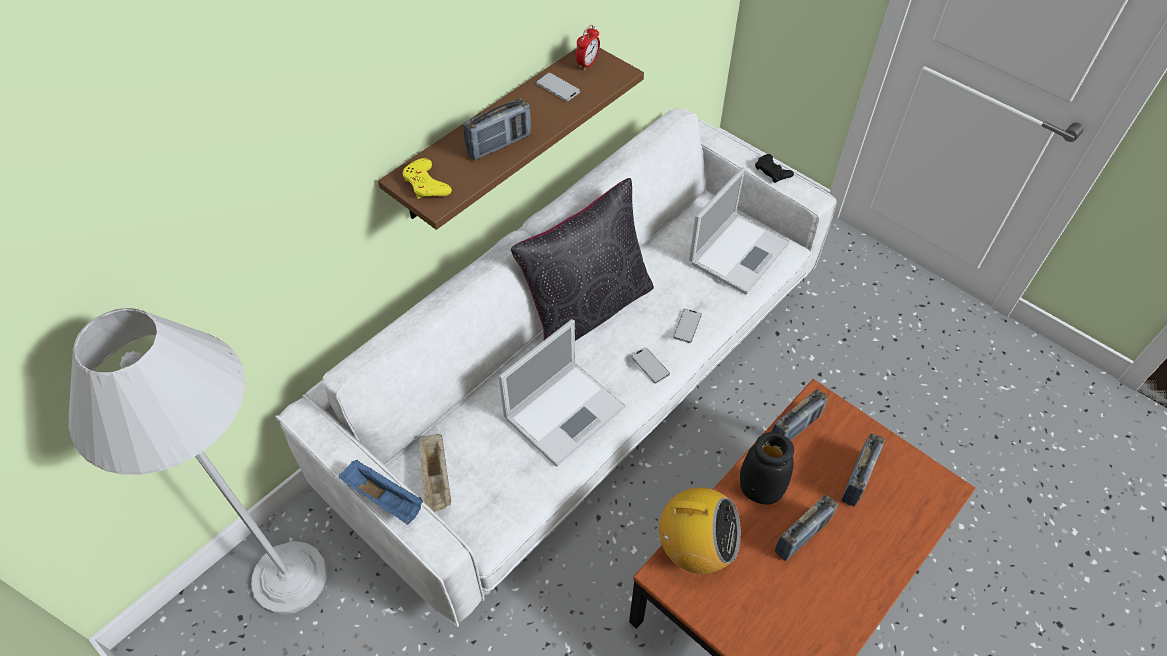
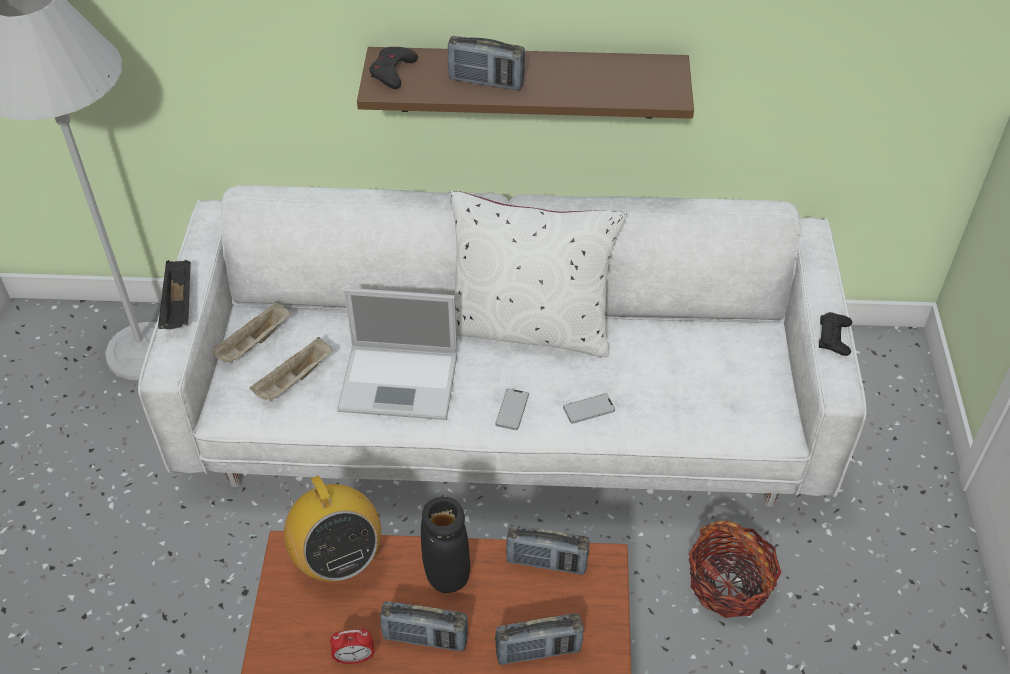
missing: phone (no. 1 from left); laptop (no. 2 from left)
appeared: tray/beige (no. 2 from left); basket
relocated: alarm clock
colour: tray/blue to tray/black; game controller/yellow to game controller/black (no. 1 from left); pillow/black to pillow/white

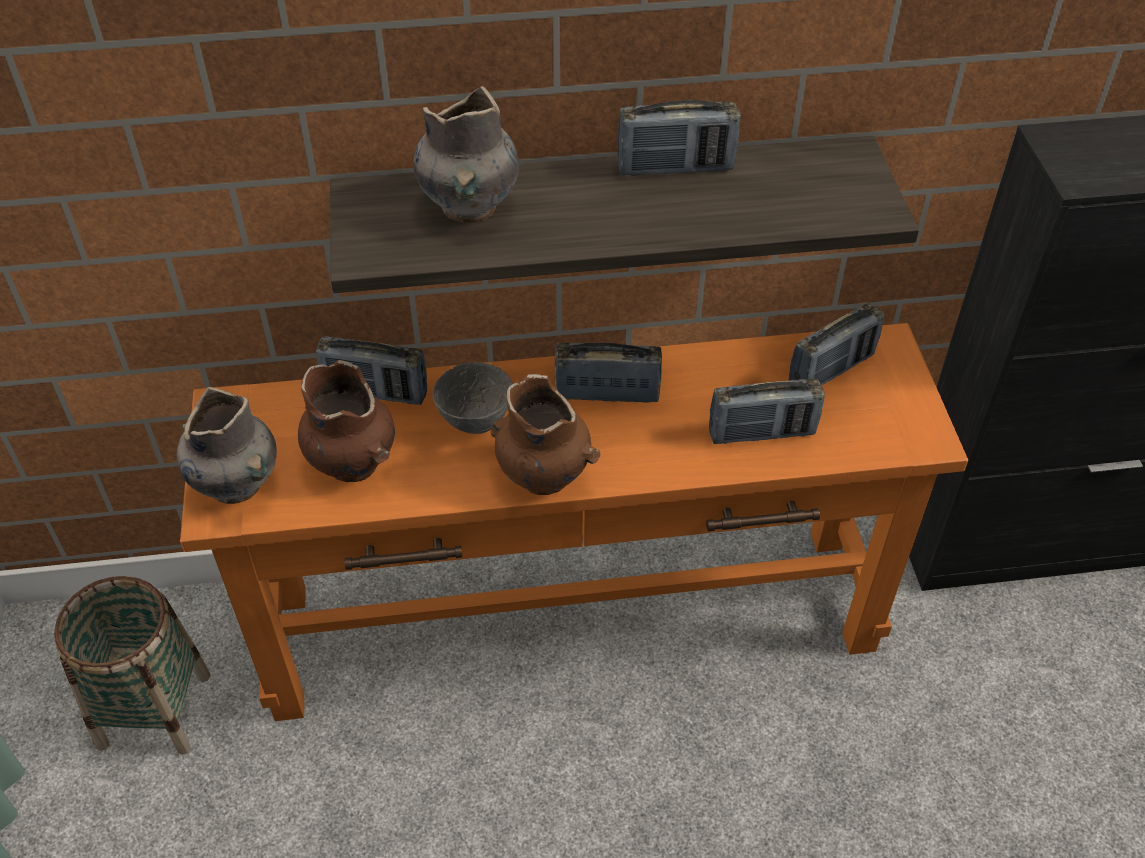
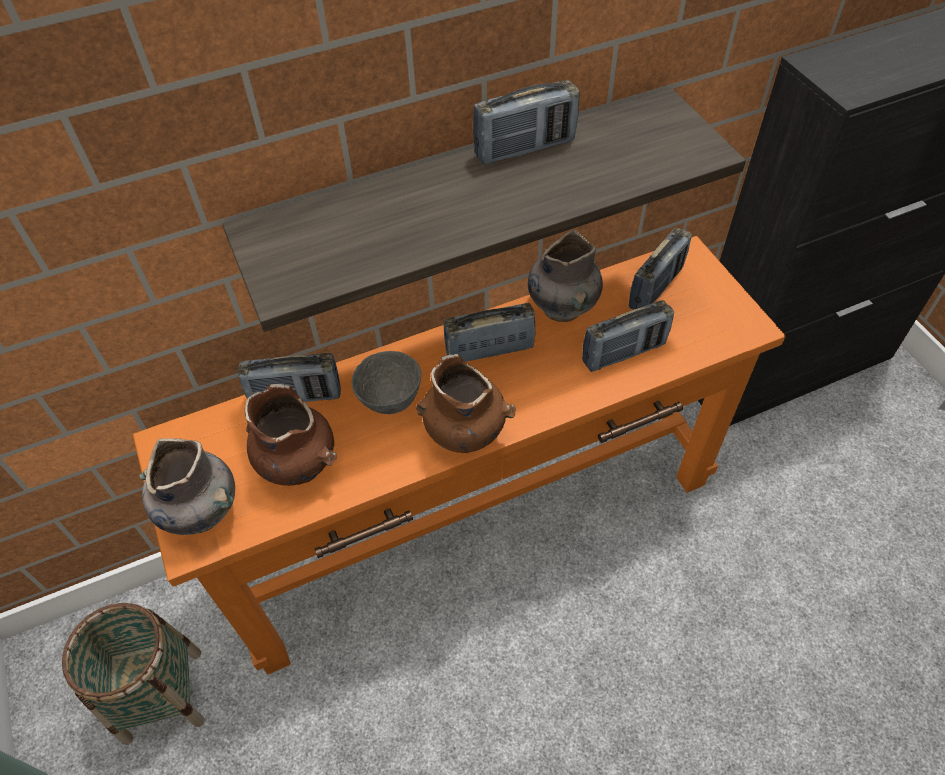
relocated: vase/grey (no. 2 from left)

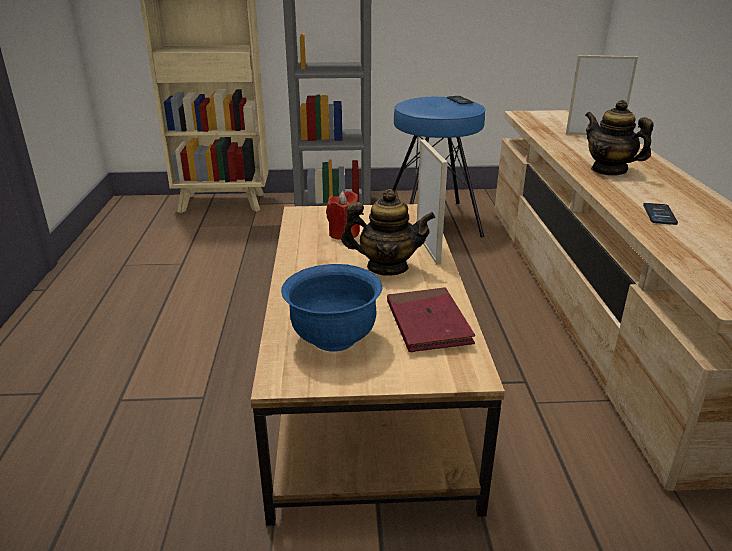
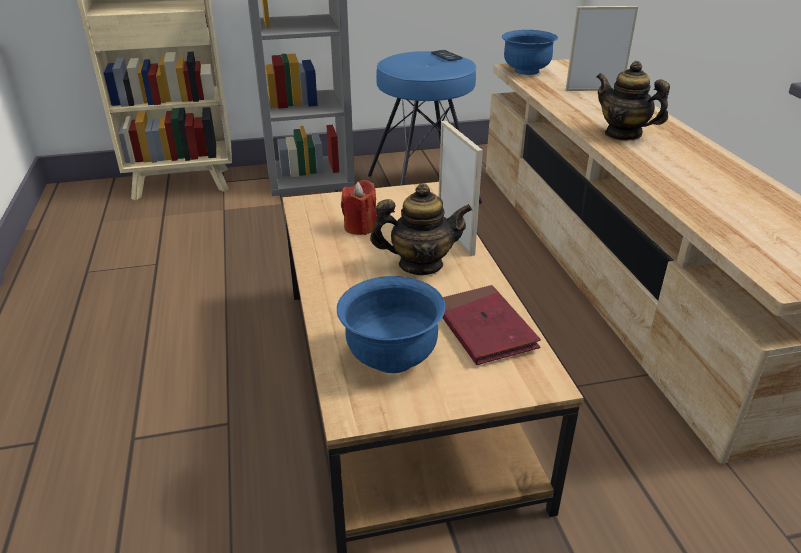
missing: phone (no. 2 from left)
appeared: bowl/blue (no. 2 from left)

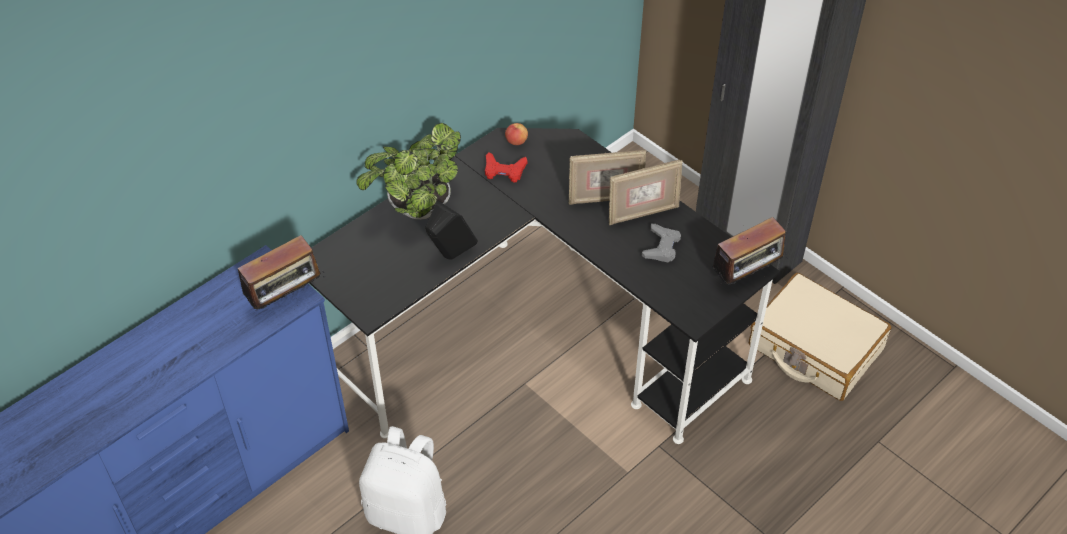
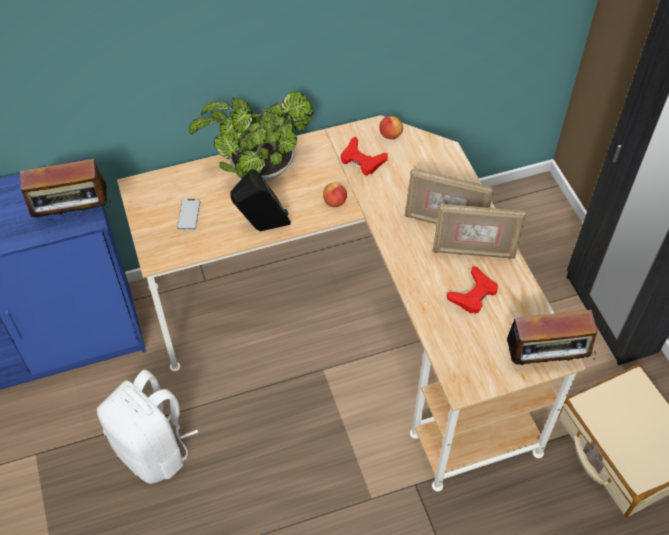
appeared: phone; apple (no. 1 from left)
colour: desk/black to desk/beige; game controller/grey to game controller/red (no. 2 from left)

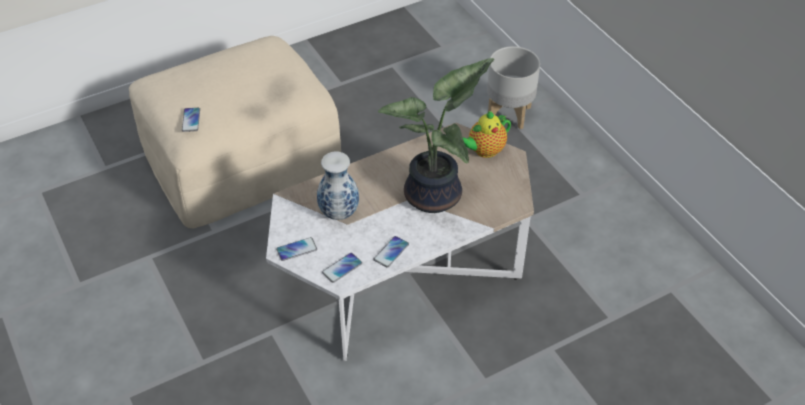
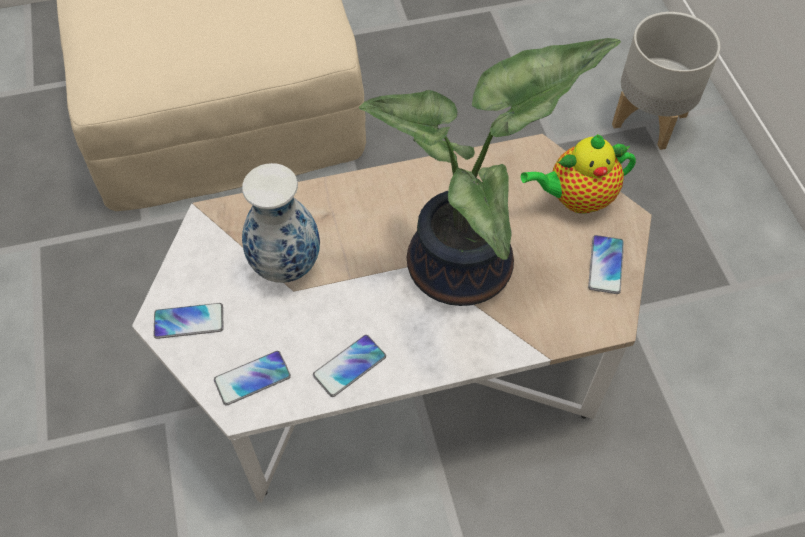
relocated: phone (no. 1 from left in the first image) to phone (no. 4 from left)

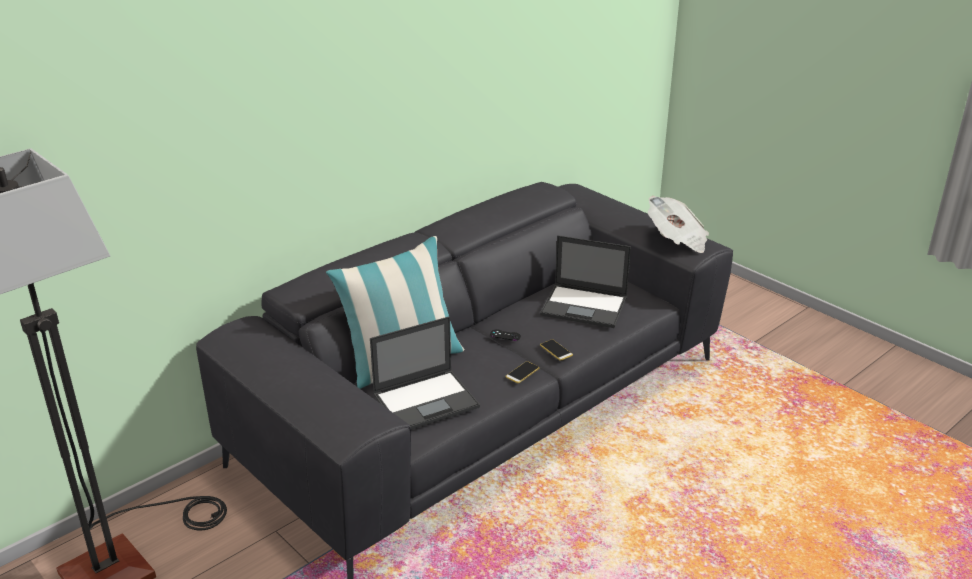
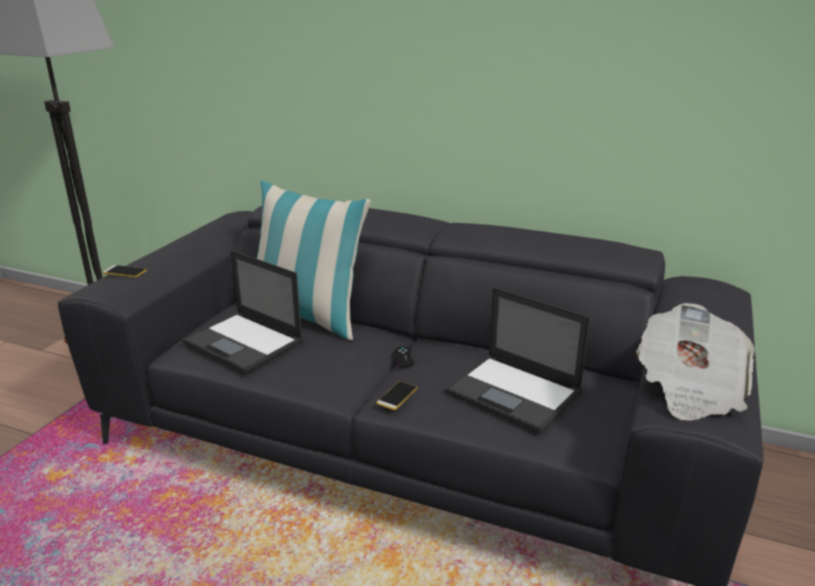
relocated: phone (no. 1 from left)
spun: laptop (no. 2 from left) 45 degrees counterclockwise

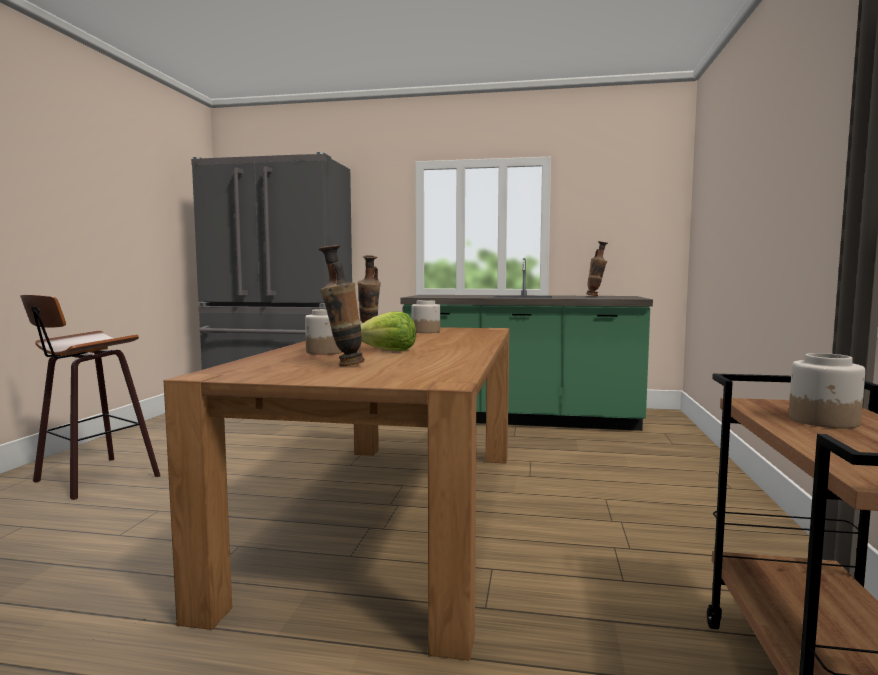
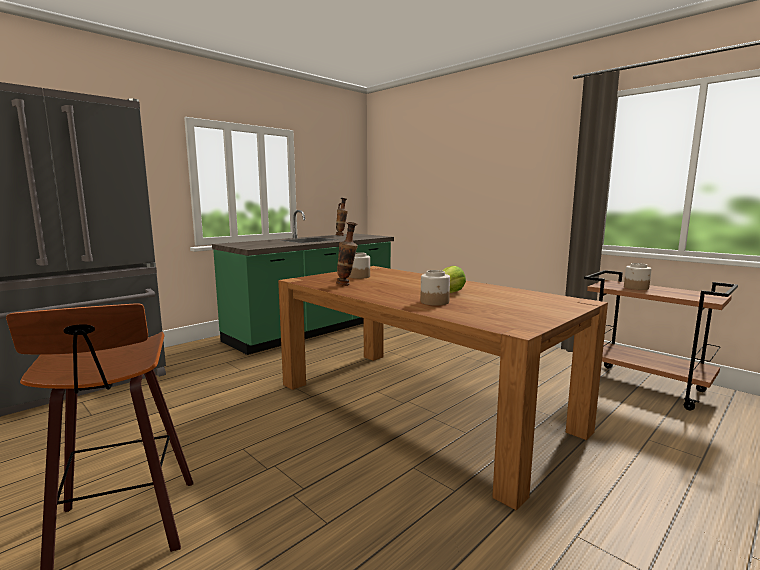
missing: vase (no. 1 from left)

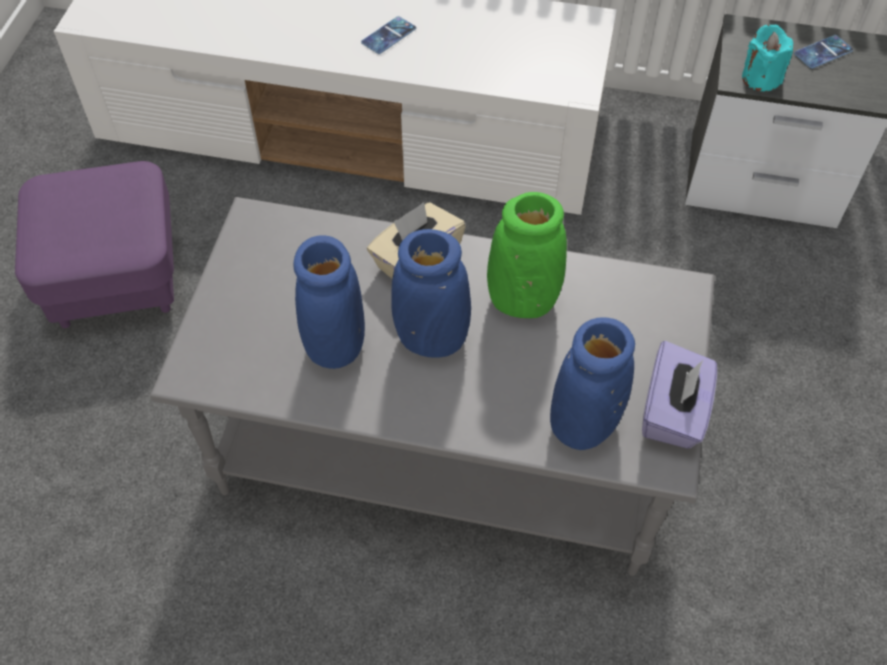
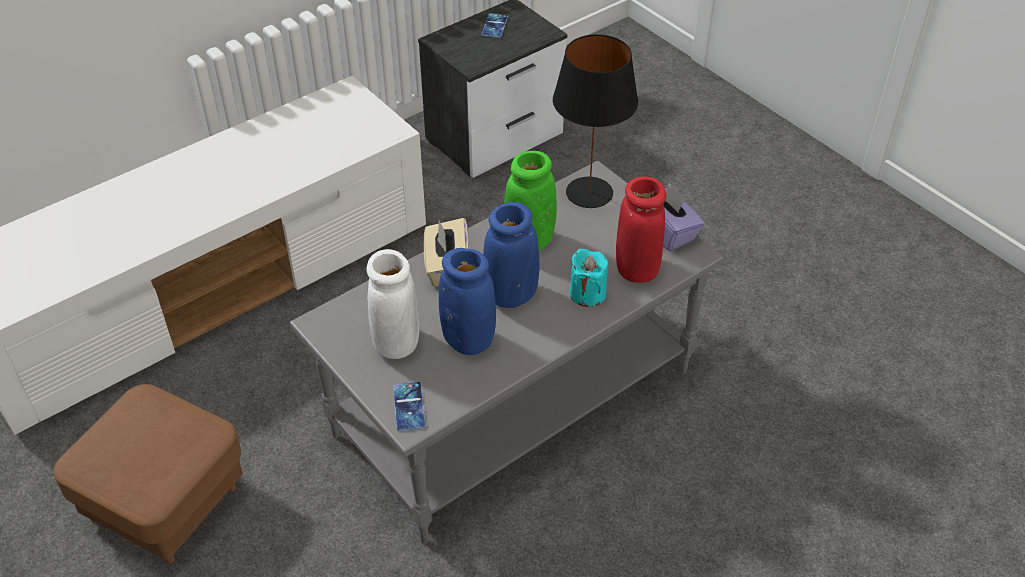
appeared: vase/white; table lamp/black
relocated: phone (no. 1 from left); candle/turquoise
colour: ottoman/purple to ottoman/brown; vase/blue (no. 3 from left) to vase/red

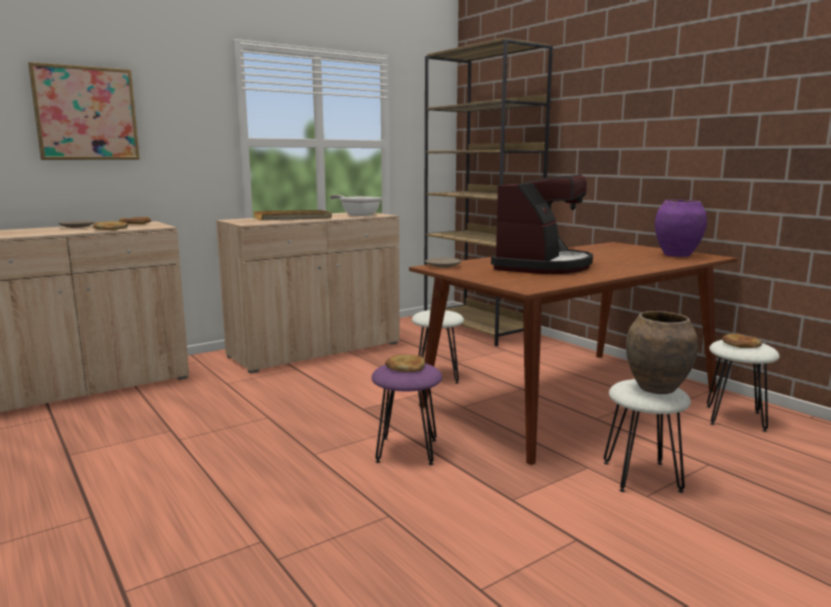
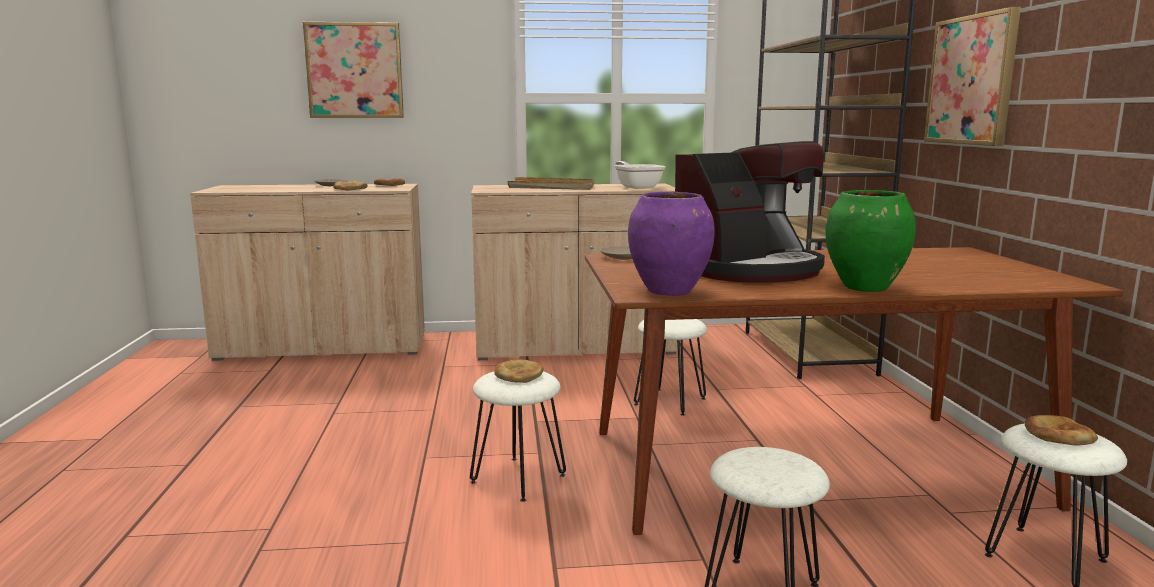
missing: vase/brown
appeared: vase/green; picture (no. 2 from left)
relocated: vase/purple
colour: stool/purple to stool/white (no. 1 from left)

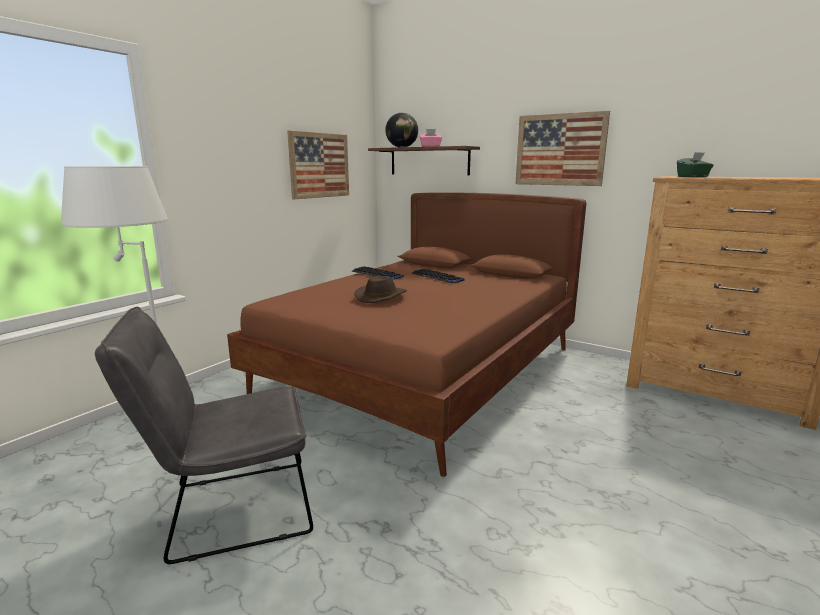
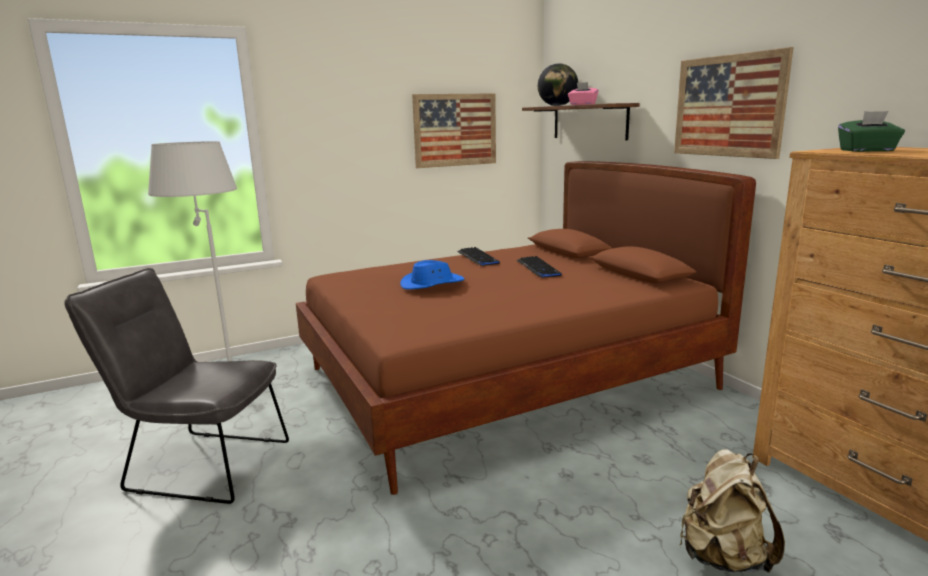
appeared: backpack/beige
colour: hat/brown to hat/blue

